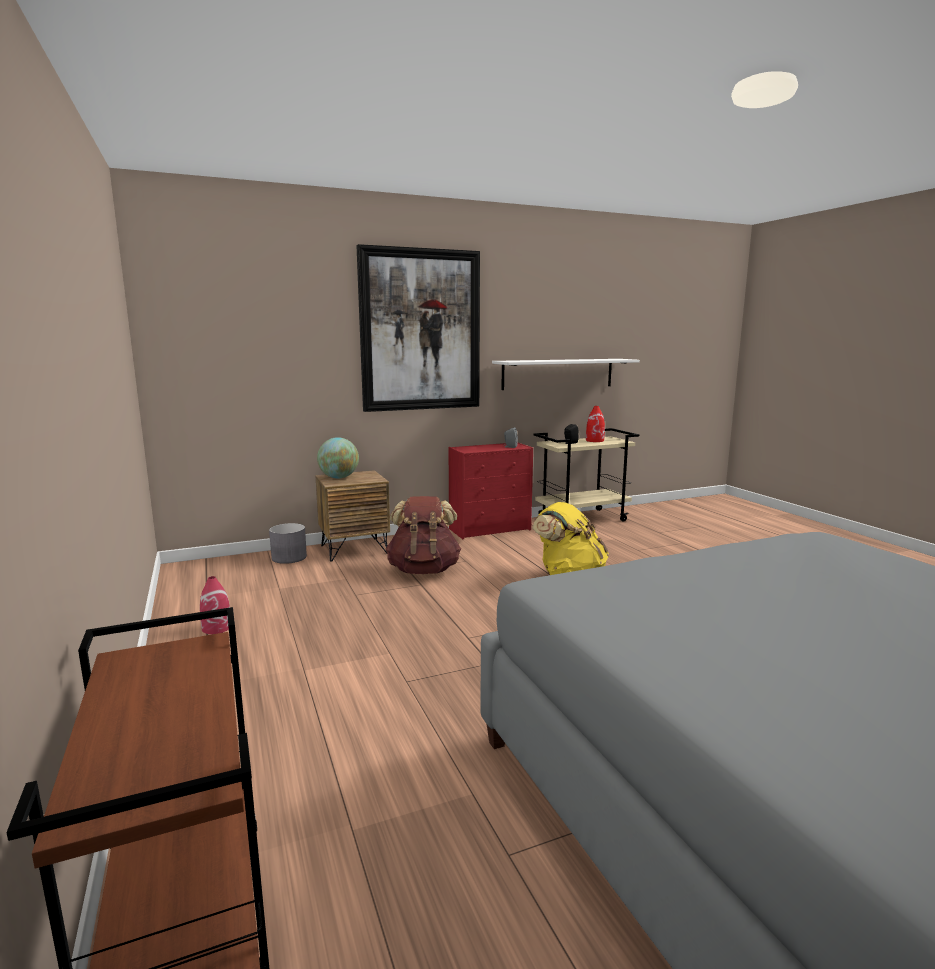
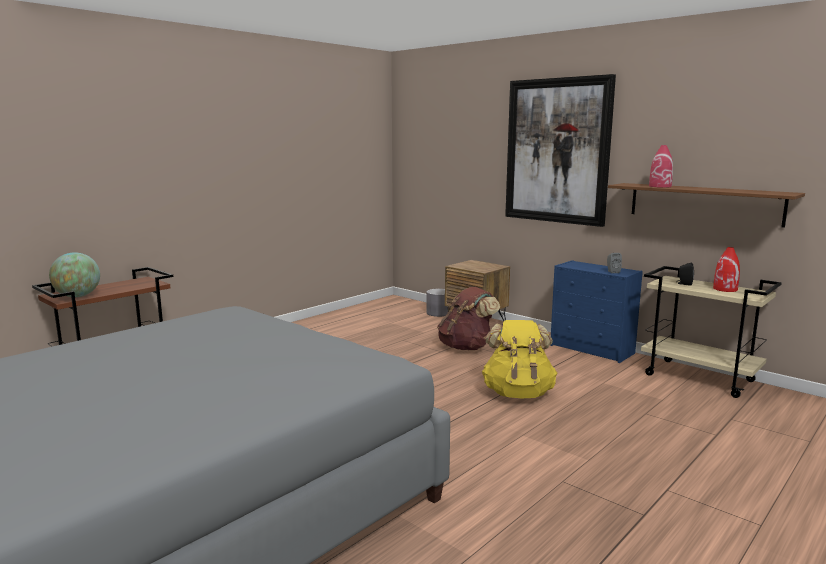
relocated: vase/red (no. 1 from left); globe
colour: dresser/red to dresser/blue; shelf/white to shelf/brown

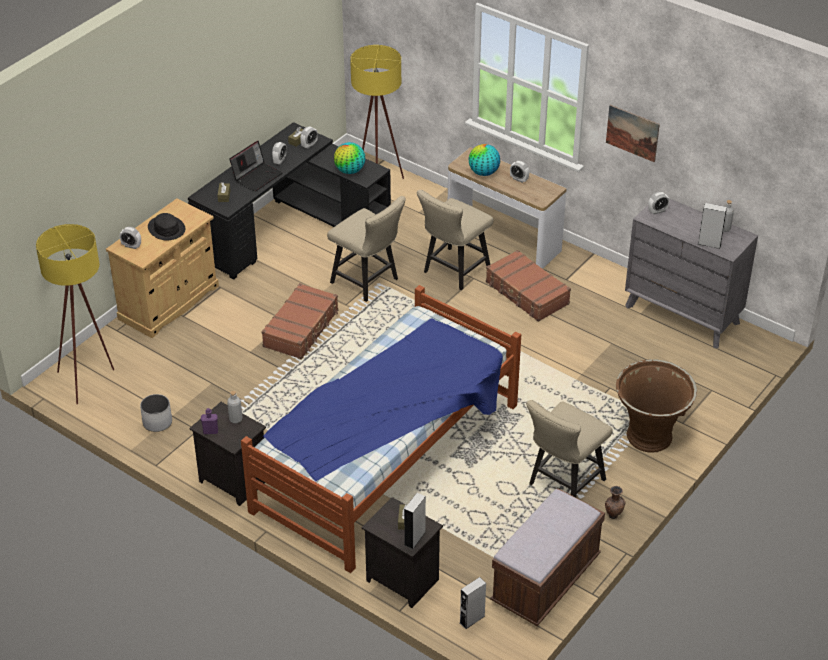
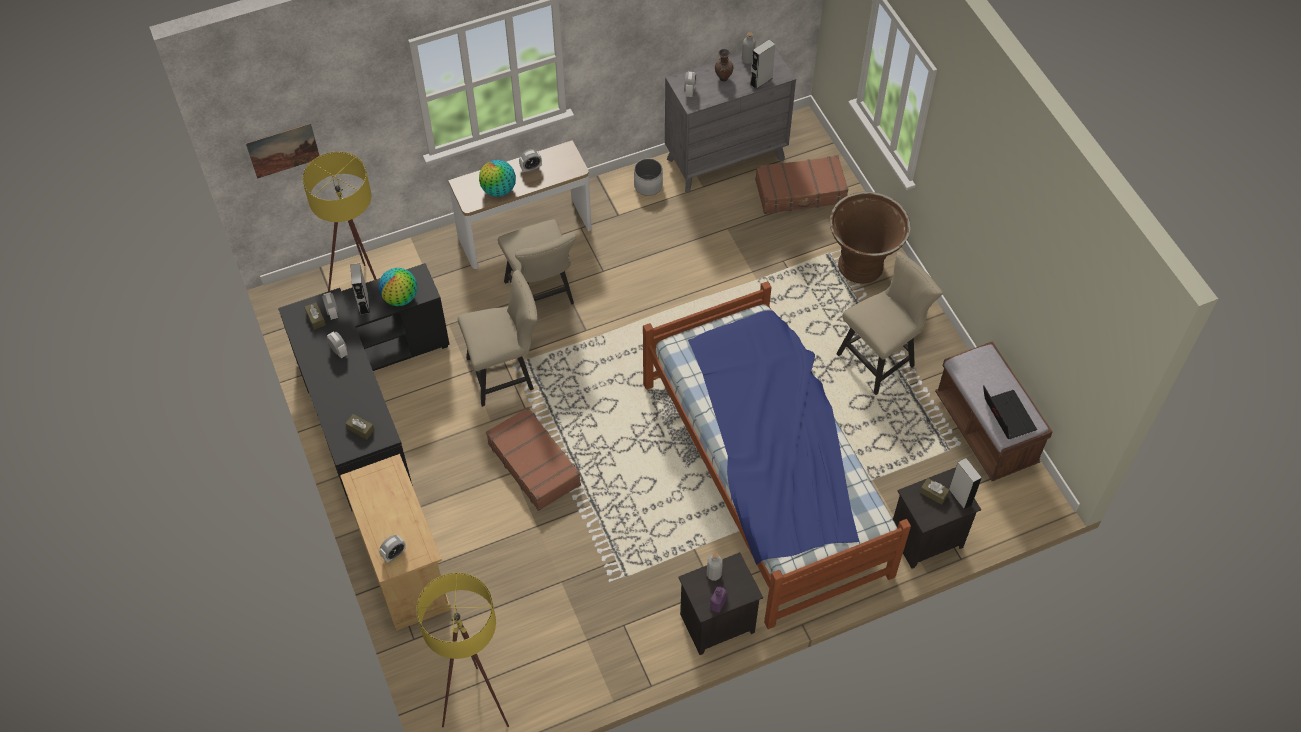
missing: hat/black
relocated: planter/white; laptop; speaker/grey (no. 2 from left in the first image) to speaker/grey (no. 1 from left); suitcase/brown (no. 2 from left); vase/brown; picture
spun: chair/beige (no. 3 from left) 105 degrees counterclockwise

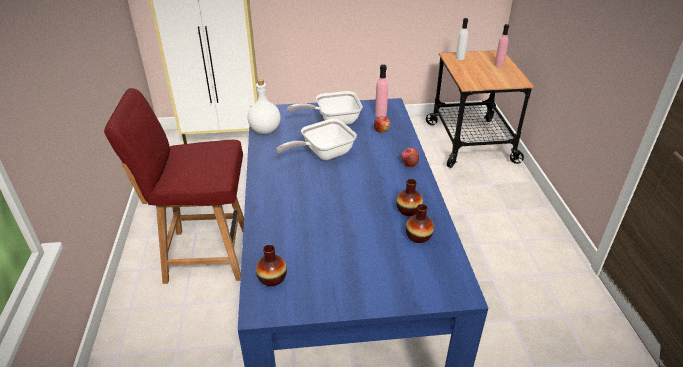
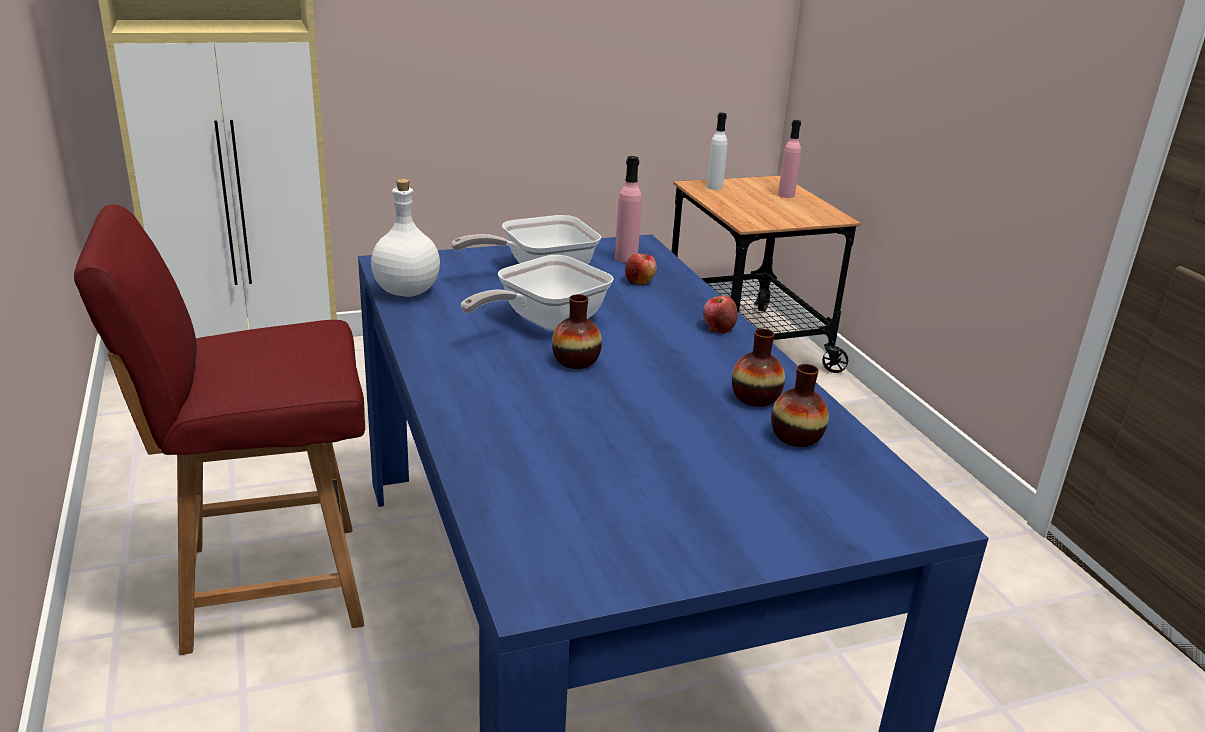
relocated: vase (no. 1 from left)

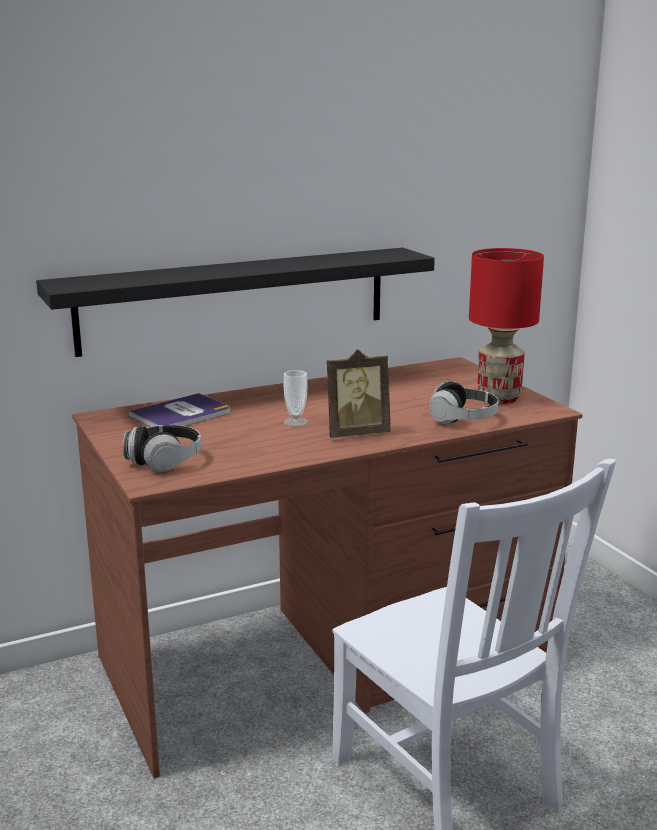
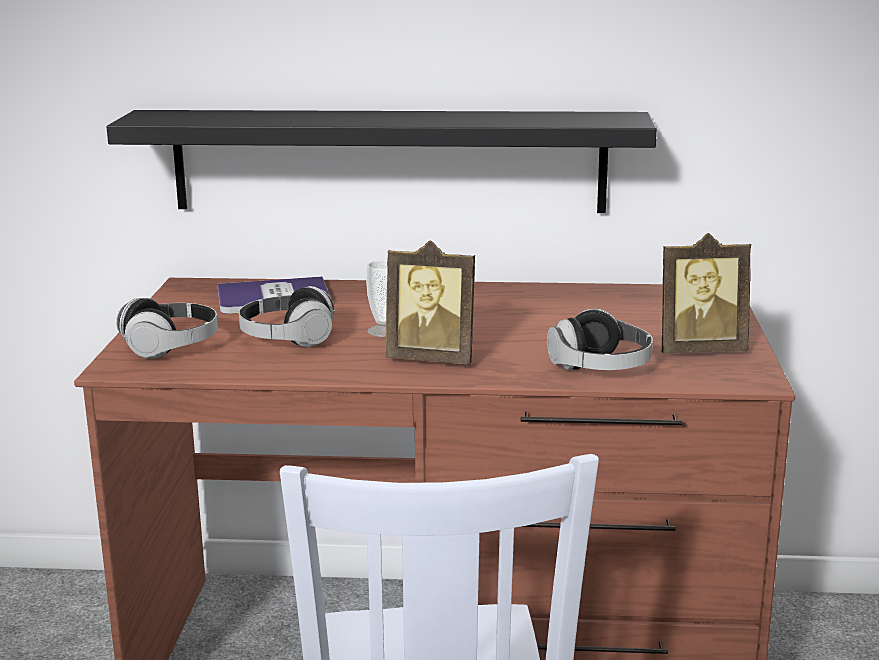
appeared: headphones (no. 2 from left)
exchanged: table lamp/red to picture frame (no. 2 from left)

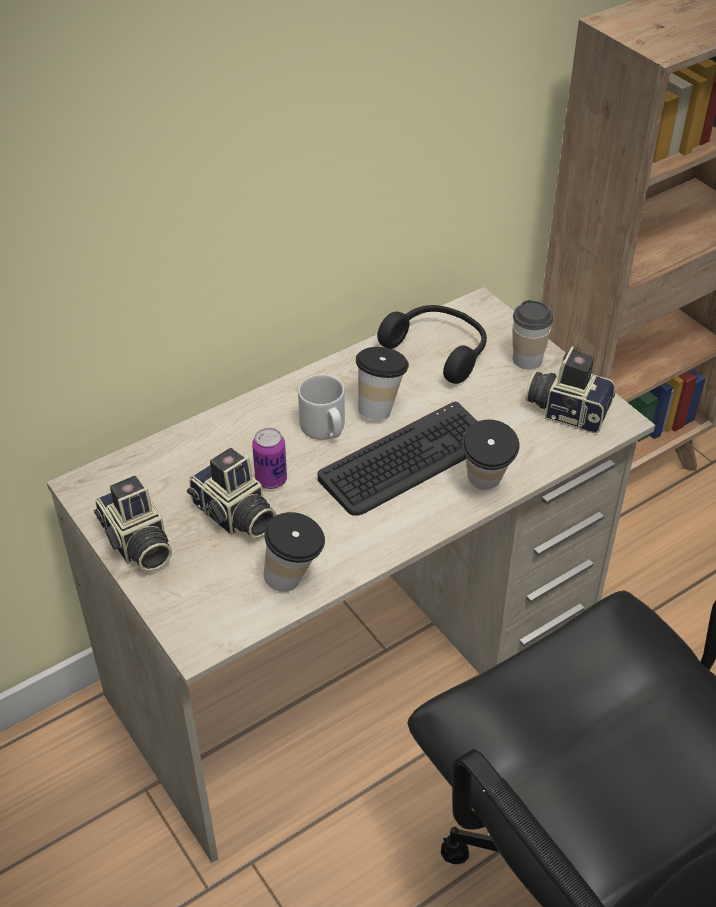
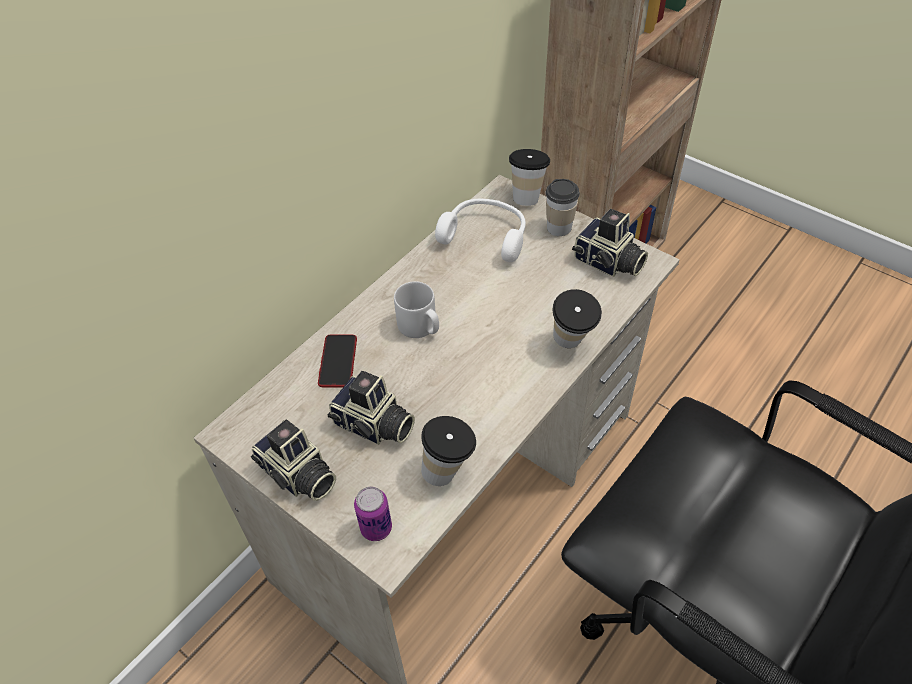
missing: keyboard
appeared: phone
relocated: can; cup (no. 2 from left)
colour: headphones/black to headphones/white
spun: photo camera (no. 3 from left) 150 degrees counterclockwise

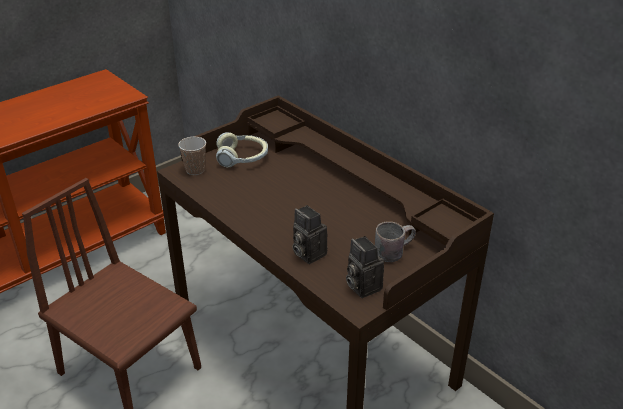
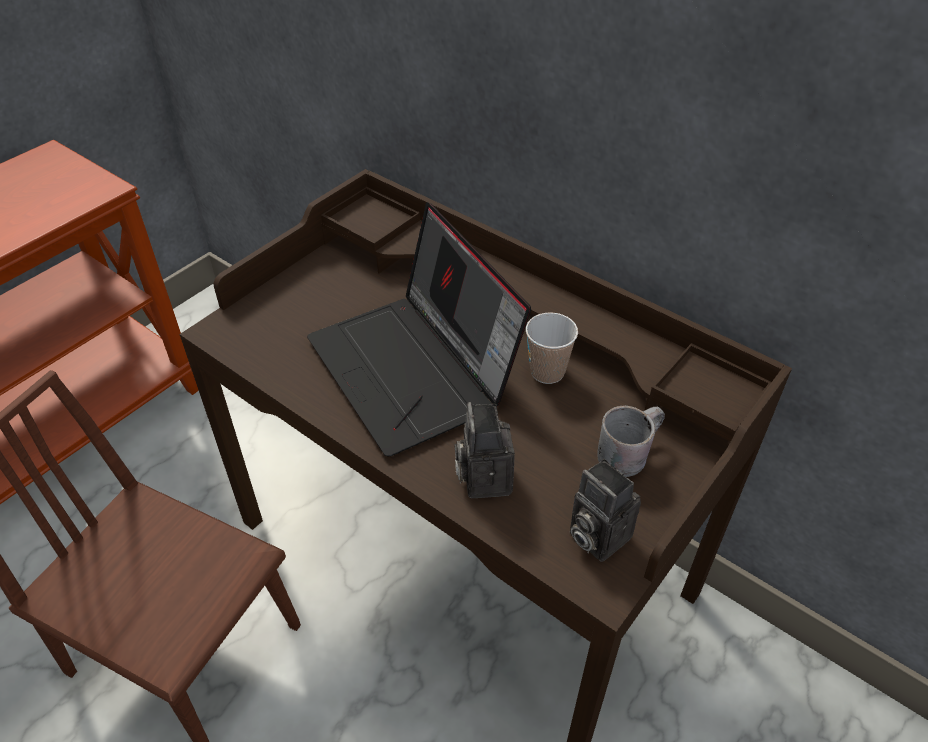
missing: headphones
appeared: laptop
relocated: cup
spun: photo camera (no. 1 from left) 45 degrees clockwise

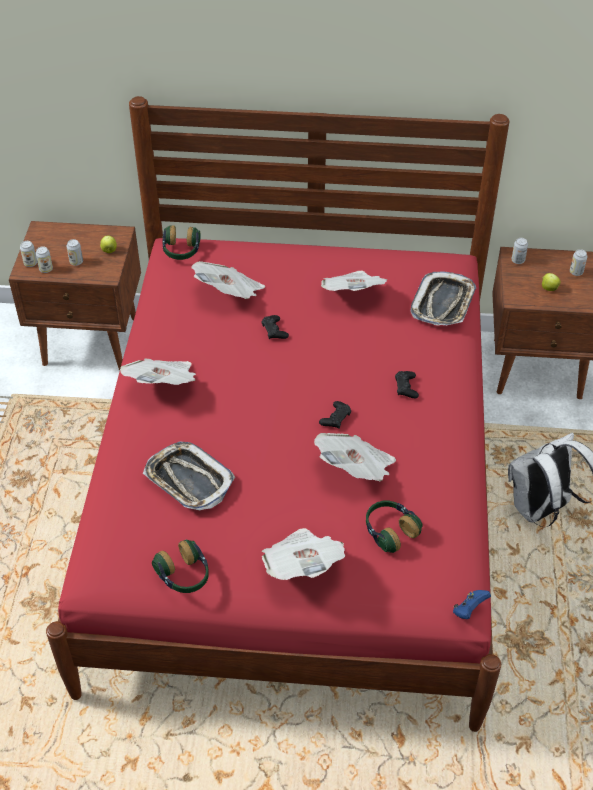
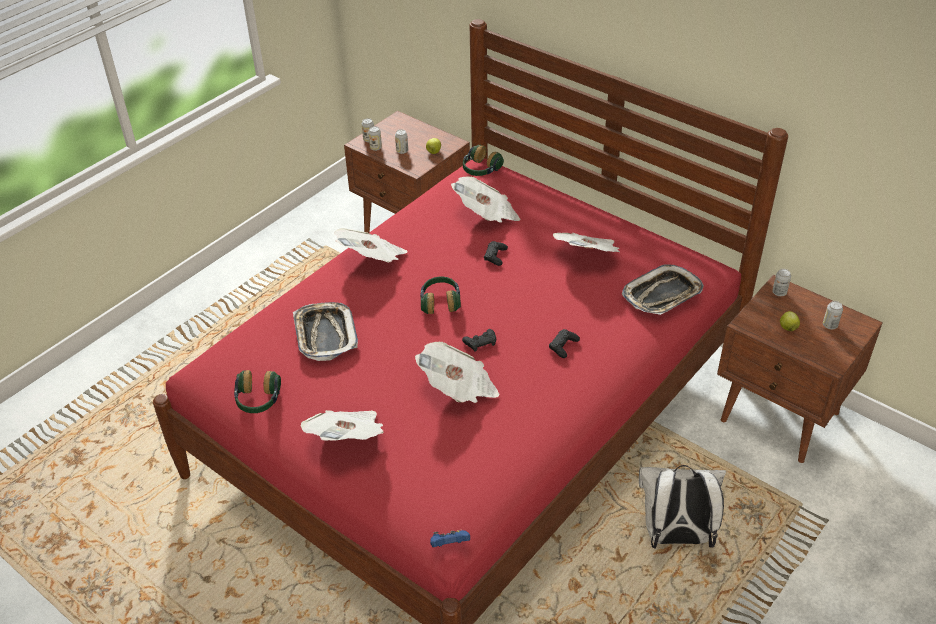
relocated: headphones (no. 3 from left in the first image) to headphones (no. 2 from left)

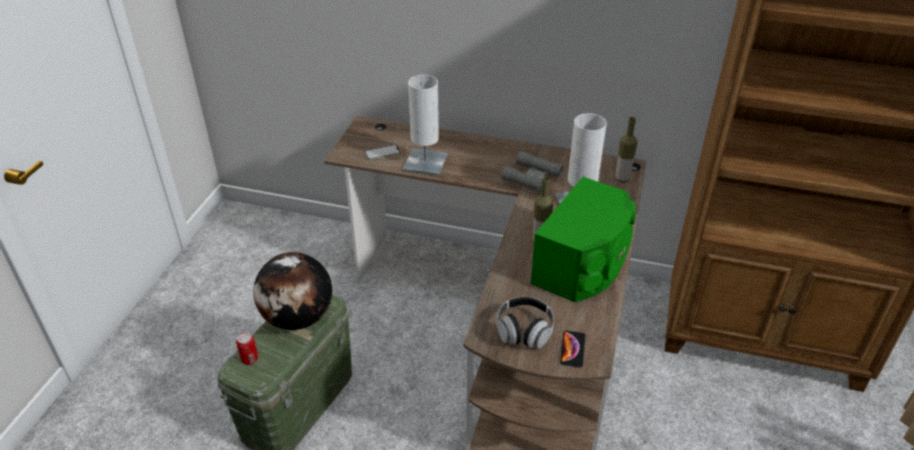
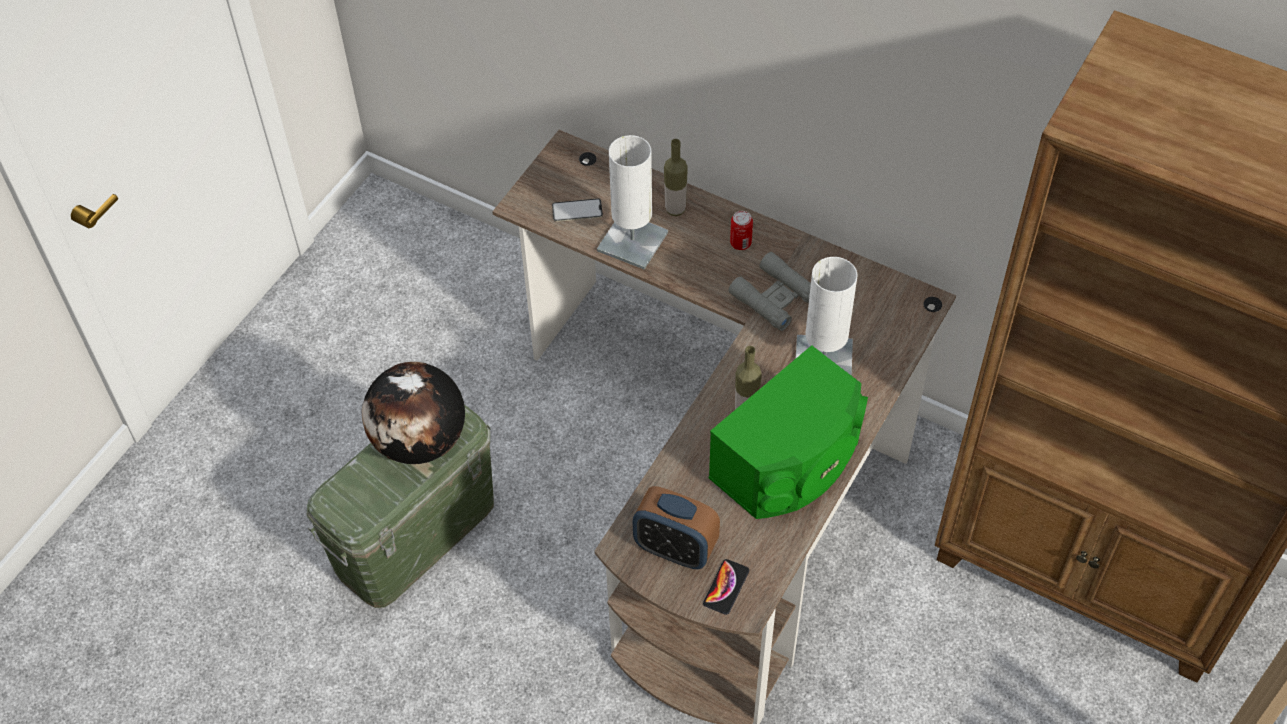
relocated: can; bottle (no. 2 from left in the first image) to bottle (no. 1 from left)
exchanged: headphones to alarm clock

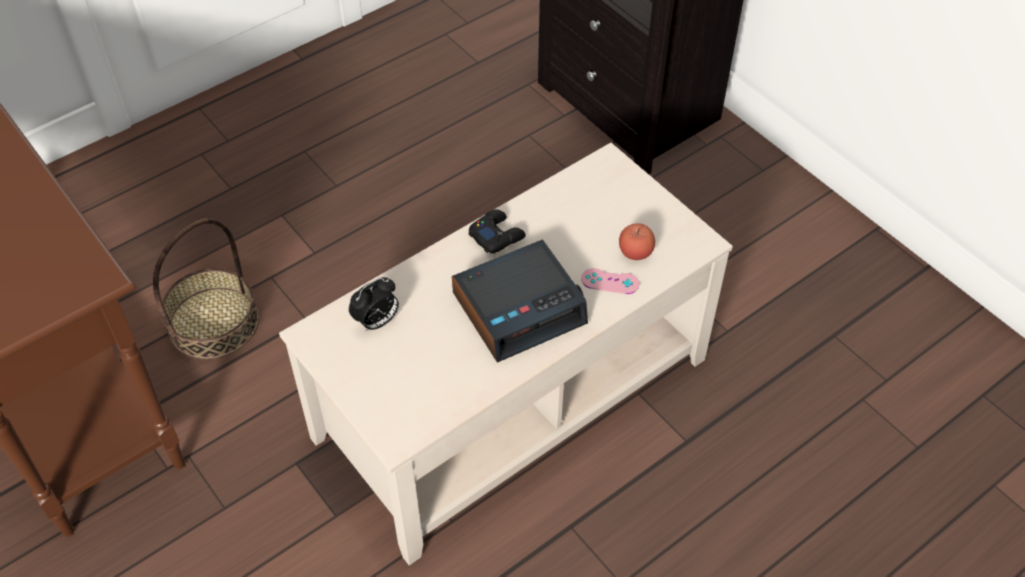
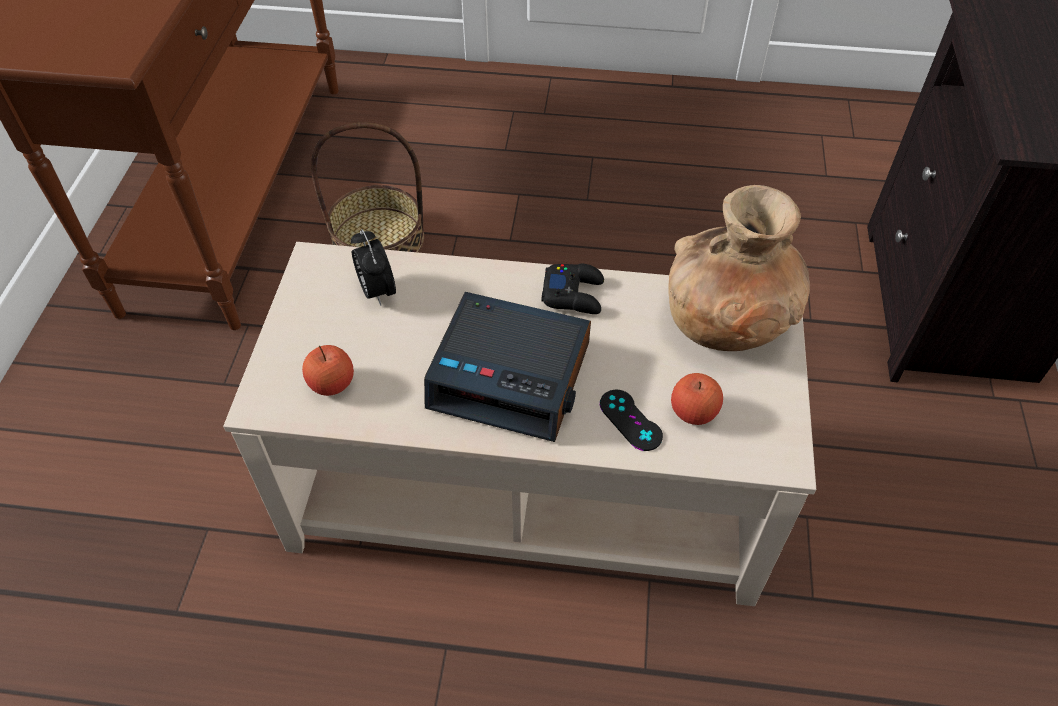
appeared: apple (no. 1 from left); vase/brown
colour: game controller/pink to game controller/black (no. 2 from left)
spun: alarm clock (no. 1 from left) 60 degrees clockwise

